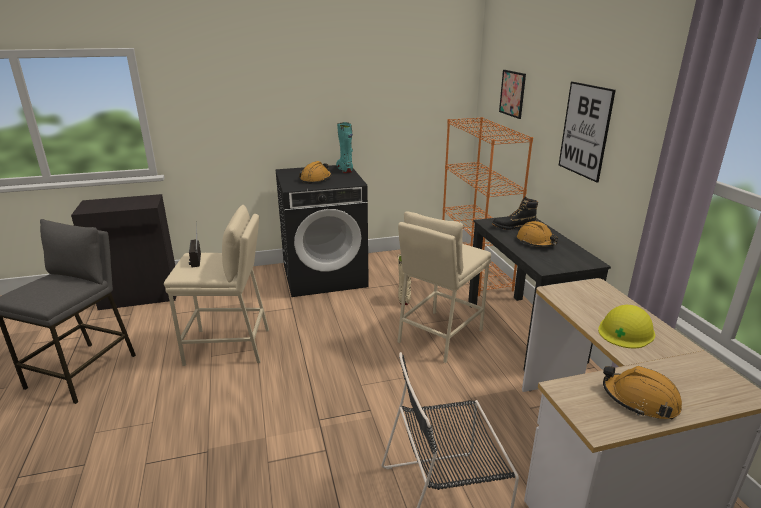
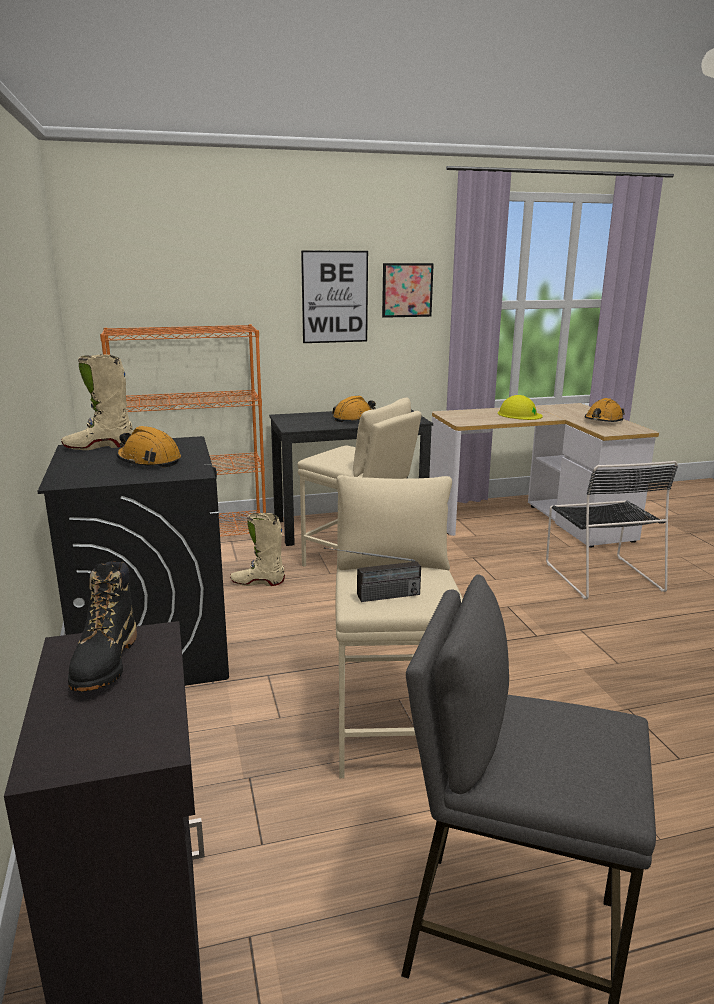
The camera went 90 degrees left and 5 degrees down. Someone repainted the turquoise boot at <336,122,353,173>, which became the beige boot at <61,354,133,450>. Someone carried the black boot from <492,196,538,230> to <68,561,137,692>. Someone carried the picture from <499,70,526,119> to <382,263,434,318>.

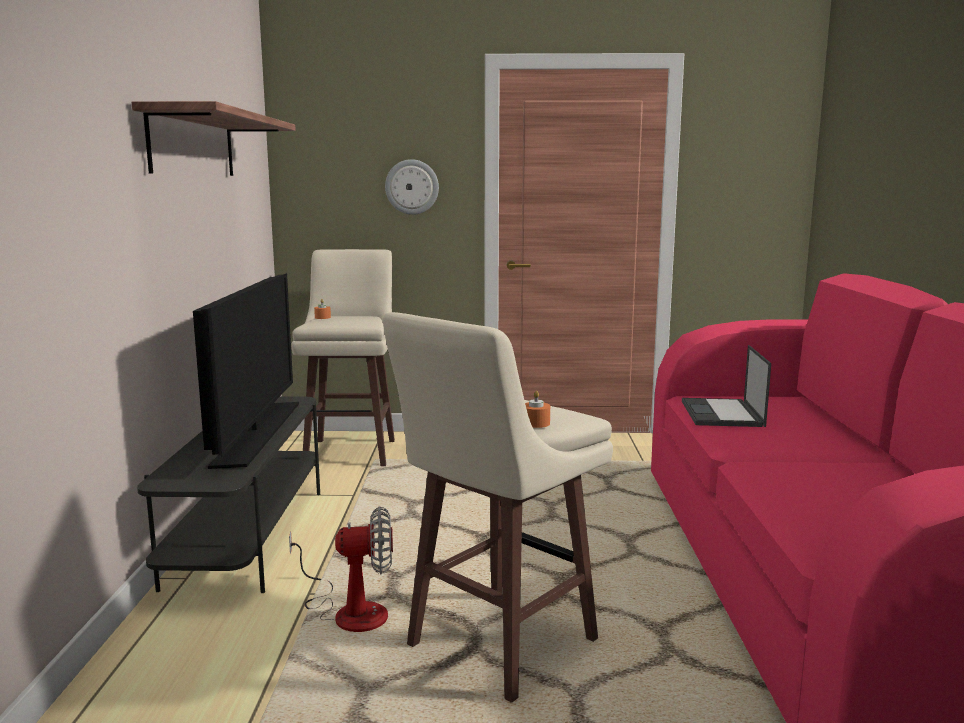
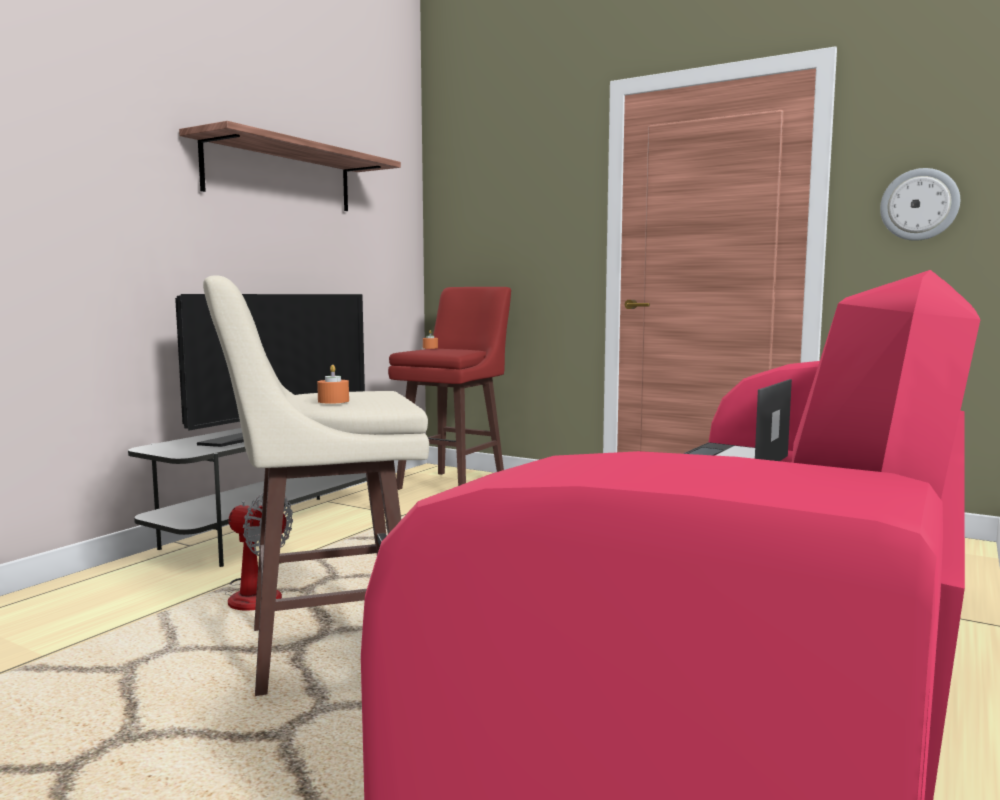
The camera went 30 degrees right and 5 degrees down. Someone repainted the beige stool at <291,249,395,466>, which became the red stool at <388,287,511,490>. Someone carried the wall clock from <385,159,439,215> to <880,168,960,241>.

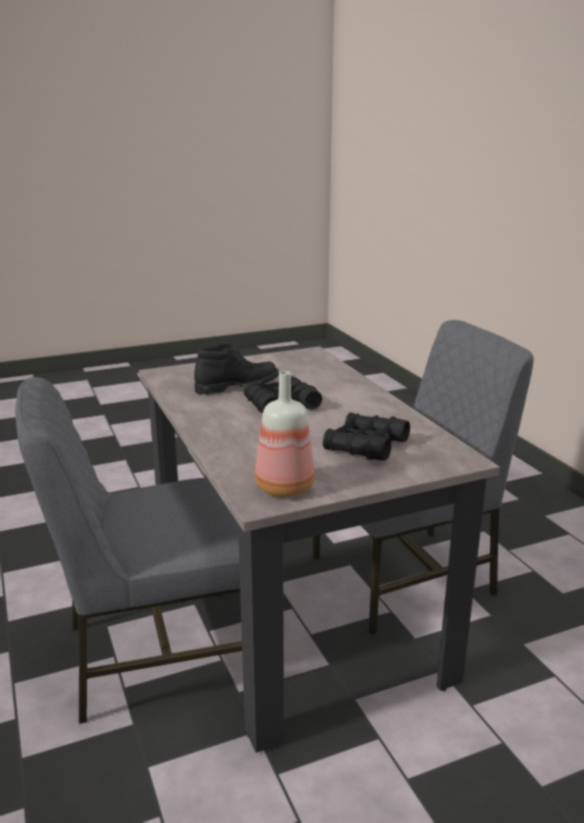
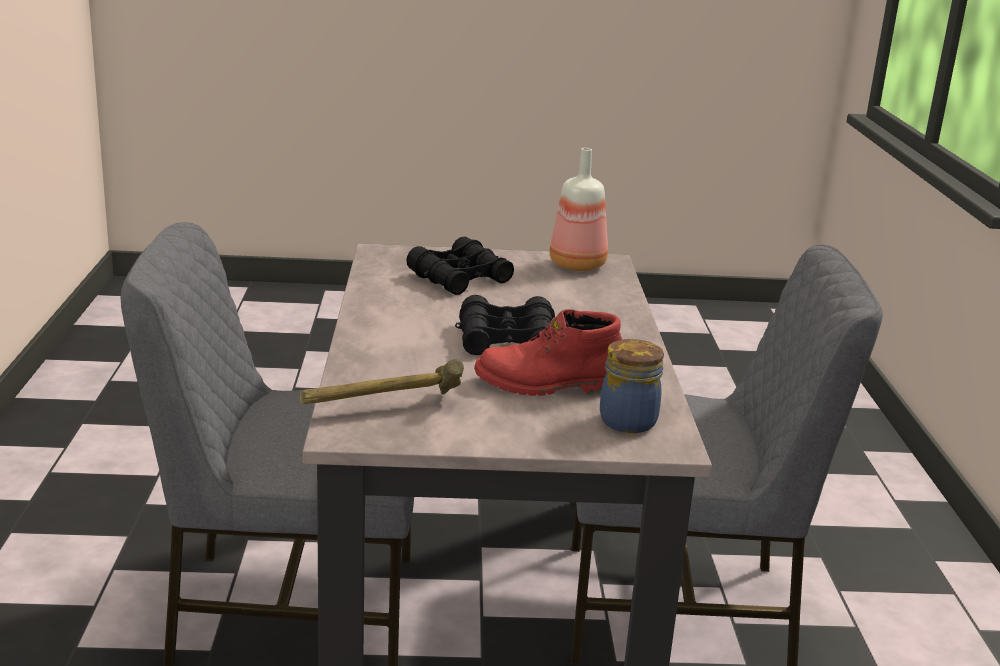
The camera went 160 degrees left and 0 degrees up. Someone put down the hammer at <300,359,464,405>. Someone repainted the black boot at <194,343,279,395>, which became the red boot at <474,309,622,396>. Someone put down the jar at <600,339,664,433>.

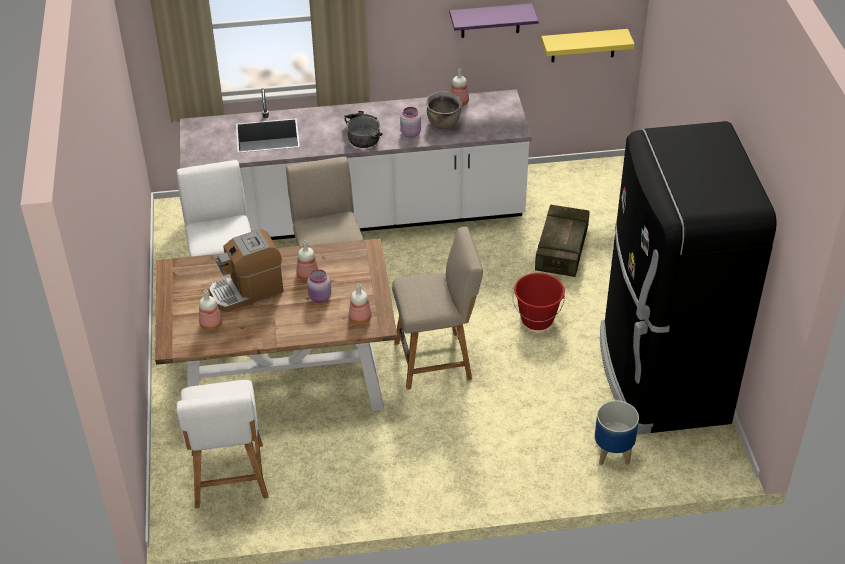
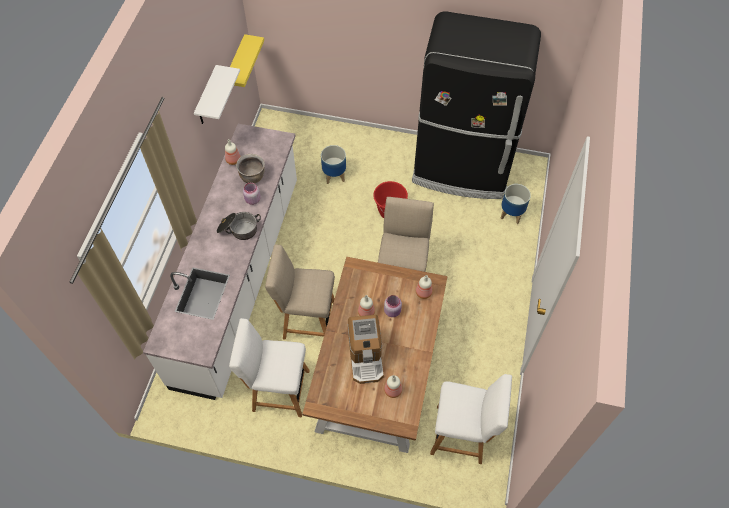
The camera went 70 degrees left and 15 degrees up. Someone repainted the purple shelf at <450,4,539,38>, which became the white shelf at <194,65,240,124>. Someone swapped the crate at <535,205,590,277> for the planter at <321,145,346,184>.

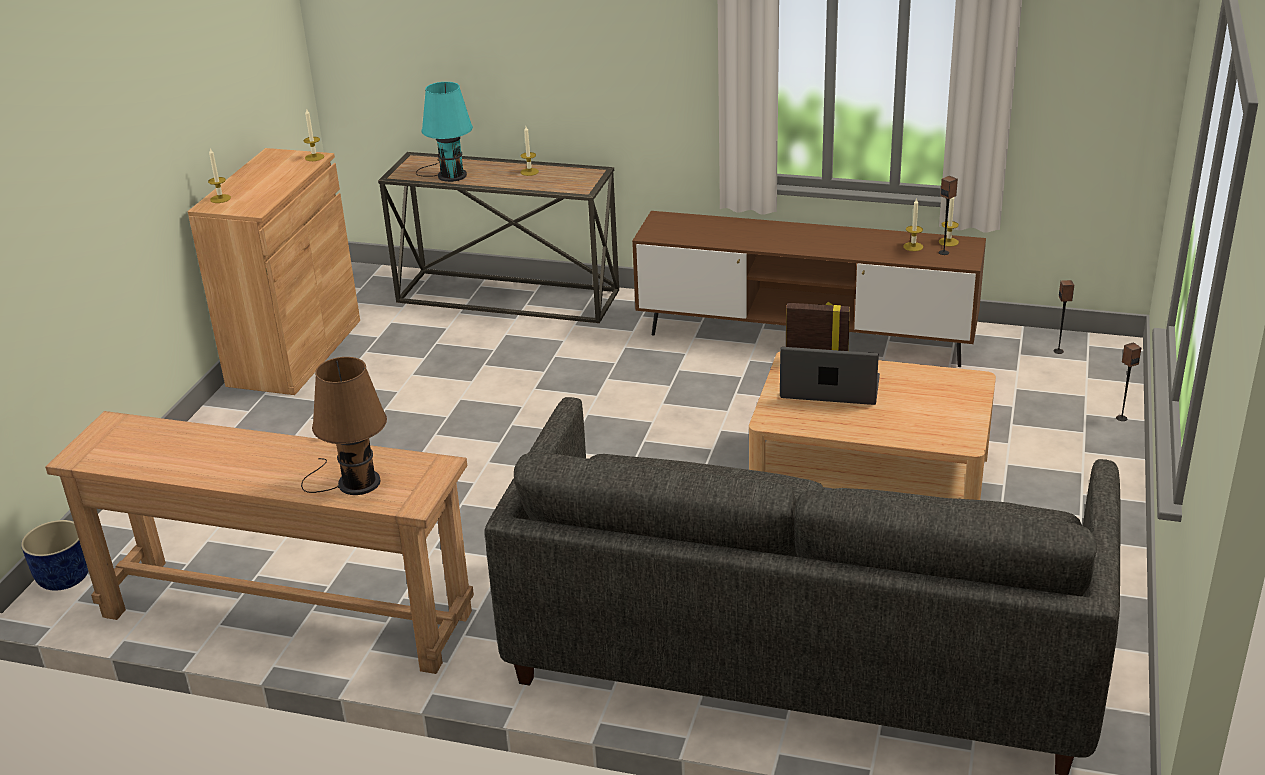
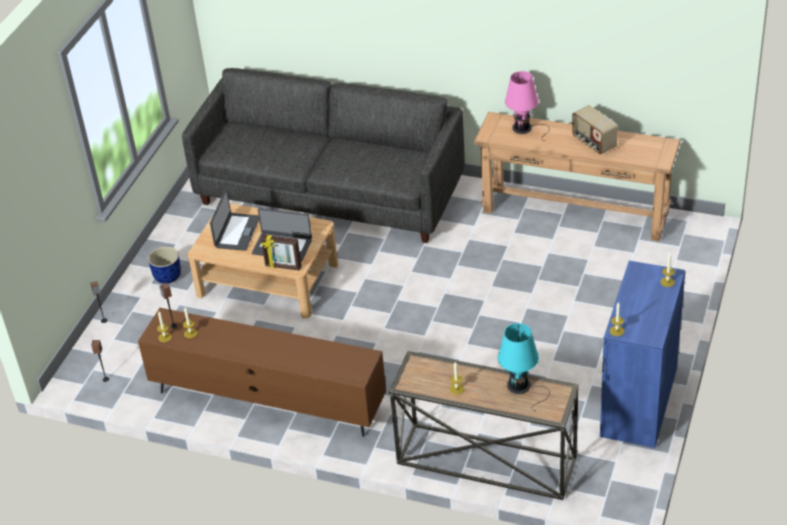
The camera went 175 degrees left and 10 degrees up. Someone carried the blue planter from <21,520,89,591> to <148,247,181,284>. Someone put down the laptop at <210,189,259,251>. Someone repainted the brown table lamp at <301,357,387,495>, which became the pink table lamp at <505,71,549,141>. Someone put down the radio at <572,105,618,154>. Someone repainted the brown cabinet at <188,148,360,395>, which became the blue cabinet at <600,261,685,448>.

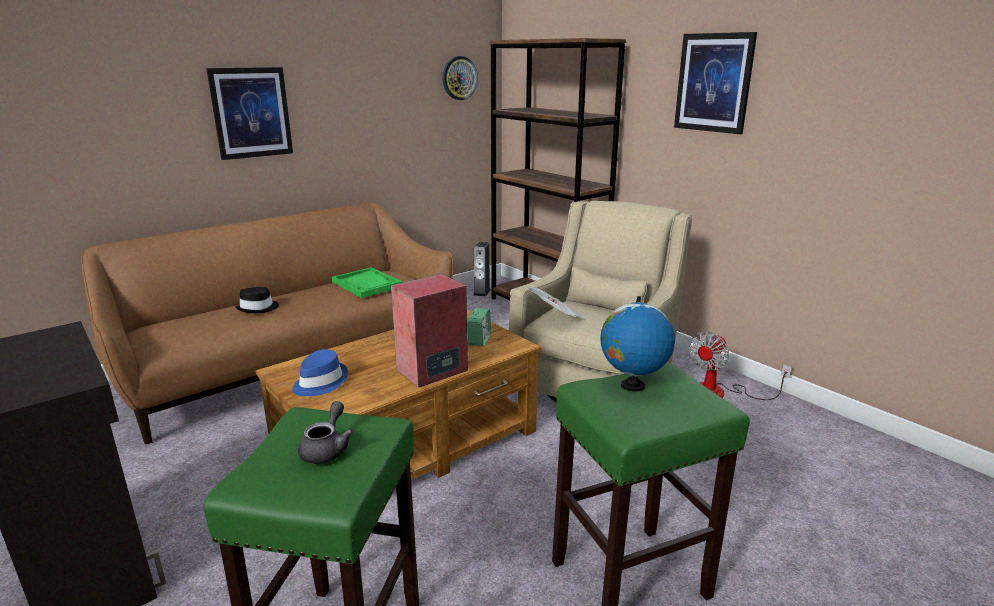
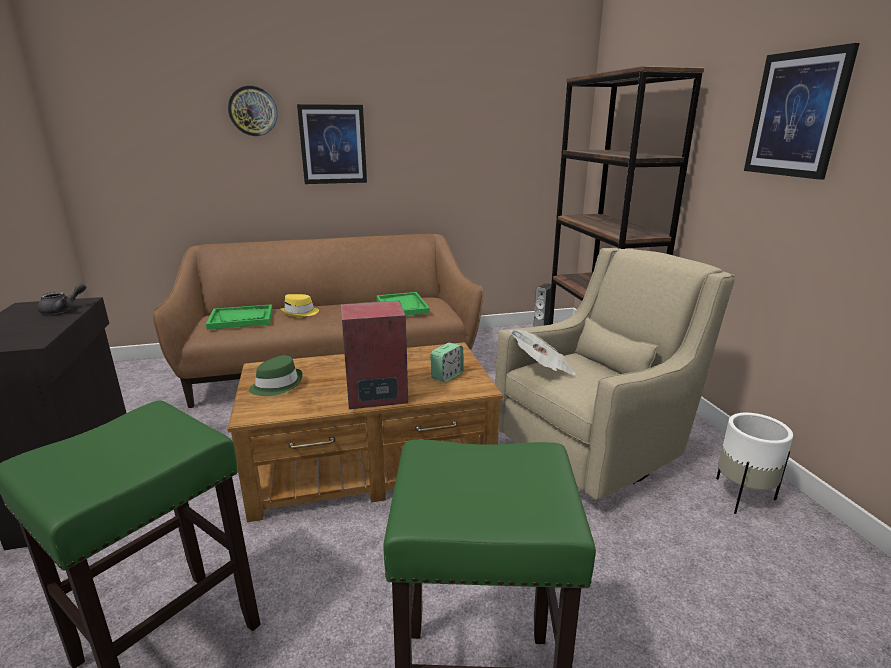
The camera went 25 degrees right and 0 degrees up. Someone carried the grey teapot from <298,401,354,464> to <38,283,86,314>. Someone put down the green tray at <206,304,273,330>. Someone carried the wall clock from <442,56,478,100> to <228,86,278,136>. Someone repainted the blue hat at <292,349,348,396>, which became the green hat at <249,355,303,396>. Someone repainted the black hat at <235,287,279,313>, which became the yellow hat at <281,294,319,317>. Someone swapped the fan at <689,332,792,400> for the white planter at <716,413,793,514>. Someone took away the globe at <600,296,675,392>.

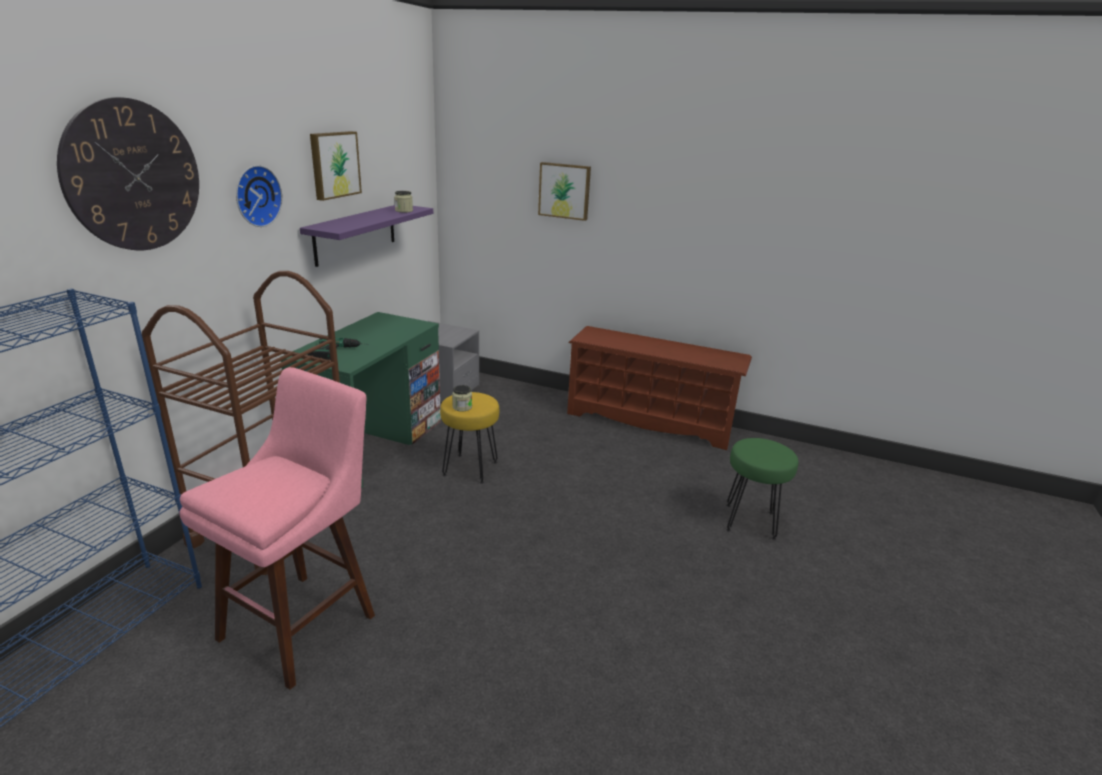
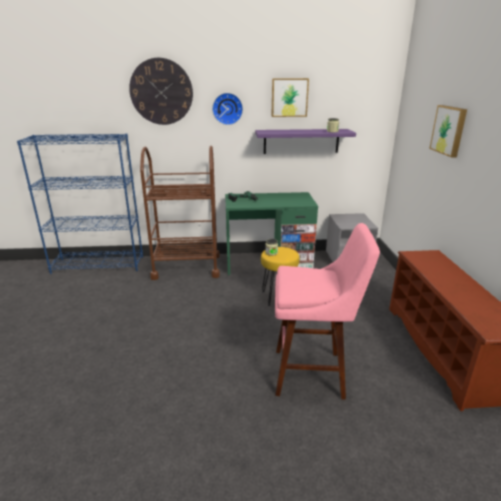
The camera went 65 degrees right and 0 degrees up. Someone carried the pink stool from <179,367,375,690> to <275,223,380,400>. Someone took away the green stool at <726,438,798,540>.

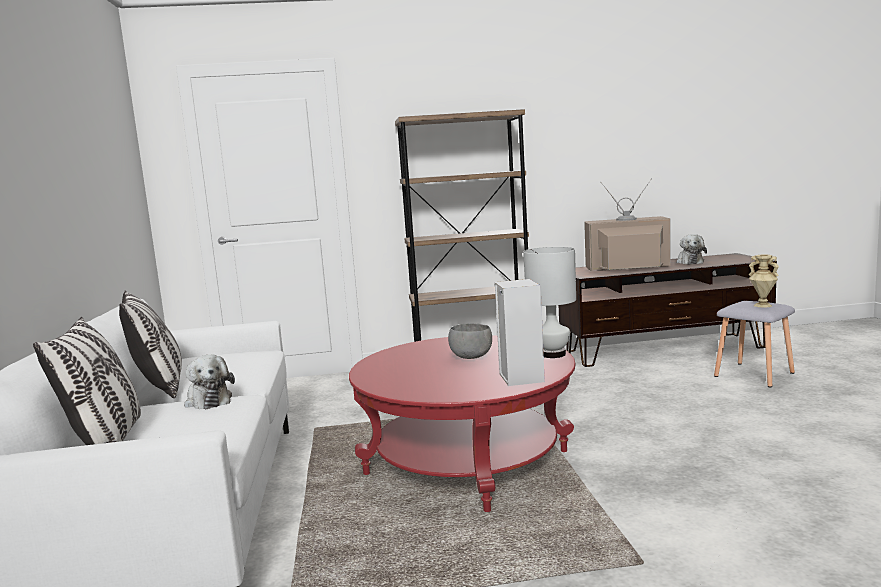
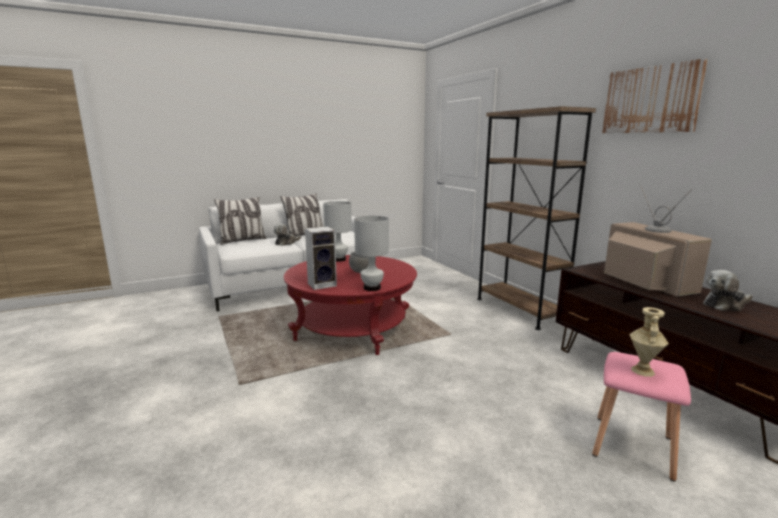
The camera went 70 degrees right and 5 degrees up. Someone put down the white table lamp at <323,201,352,262>. Someone repainted the grey stool at <714,301,795,387>, which became the pink stool at <592,352,691,482>. Someone put up the picture at <602,58,708,133>.

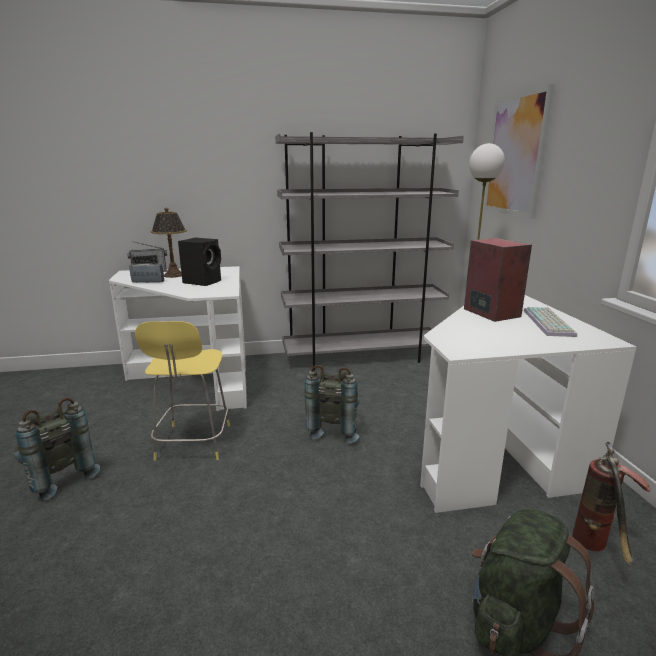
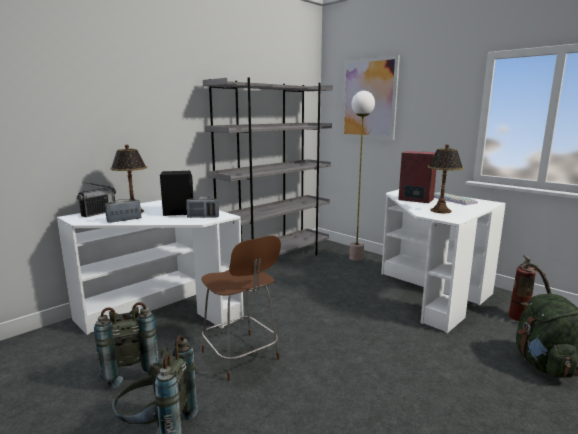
The camera went 35 degrees left and 5 degrees down. Someone carried the grey backpack from <304,365,360,444> to <94,302,159,390>. Someone put down the radio at <186,197,219,218>. Someone repainted the yellow stool at <135,321,230,461>, which became the brown stool at <201,236,281,381>. Someone put down the table lamp at <427,144,464,213>.

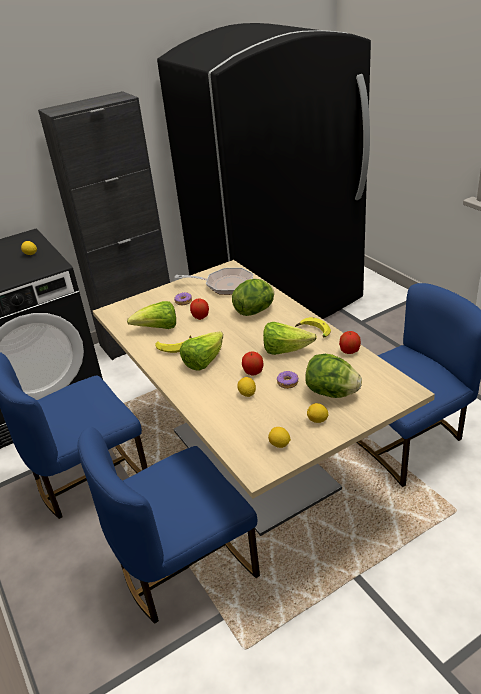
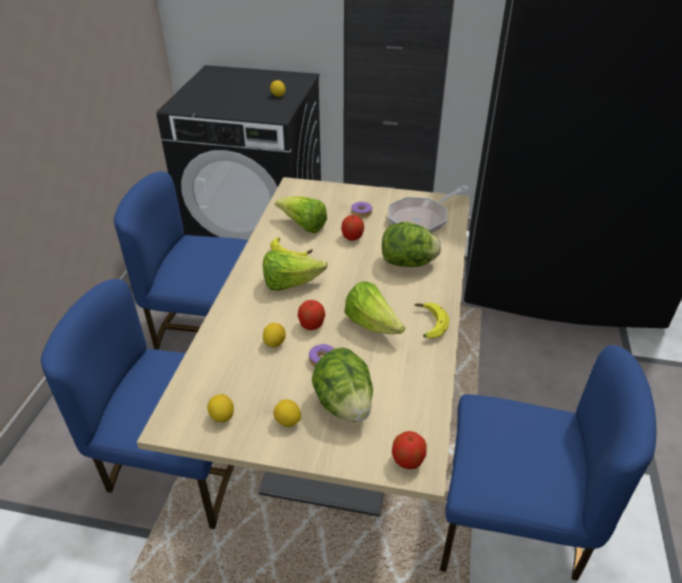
The camera went 40 degrees right and 5 degrees up. Someone rotated the frying pan at <175,268,253,295> by 90 degrees clockwise. Someone carried the apple from <339,331,361,354> to <392,431,427,469>.

